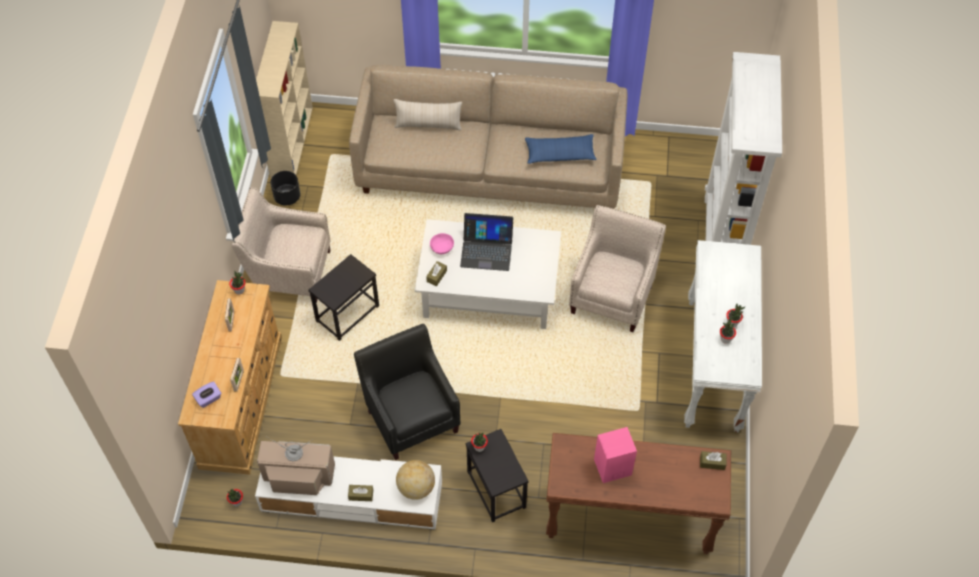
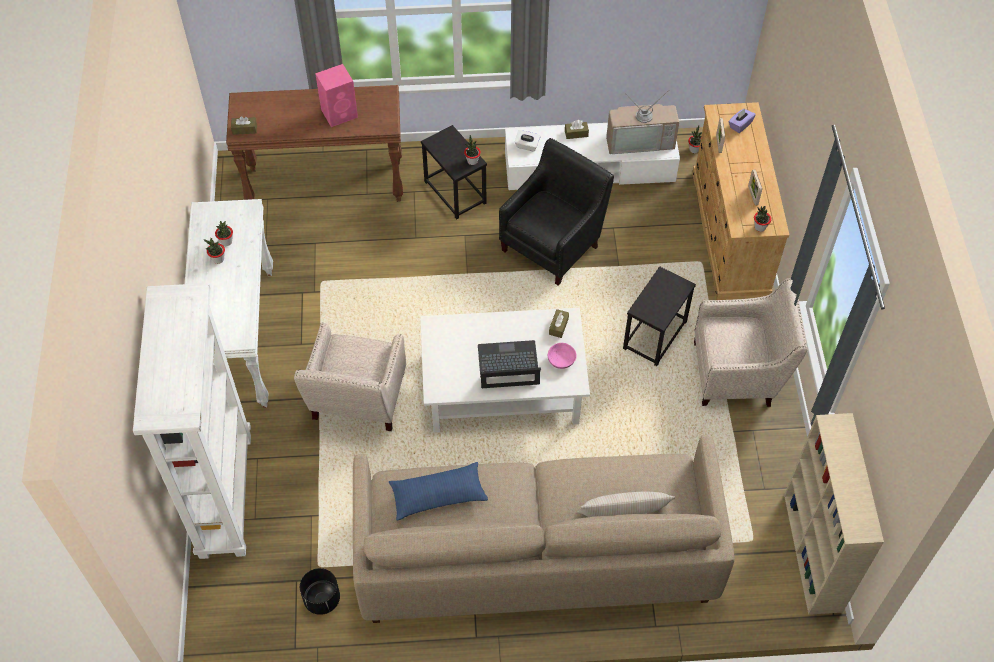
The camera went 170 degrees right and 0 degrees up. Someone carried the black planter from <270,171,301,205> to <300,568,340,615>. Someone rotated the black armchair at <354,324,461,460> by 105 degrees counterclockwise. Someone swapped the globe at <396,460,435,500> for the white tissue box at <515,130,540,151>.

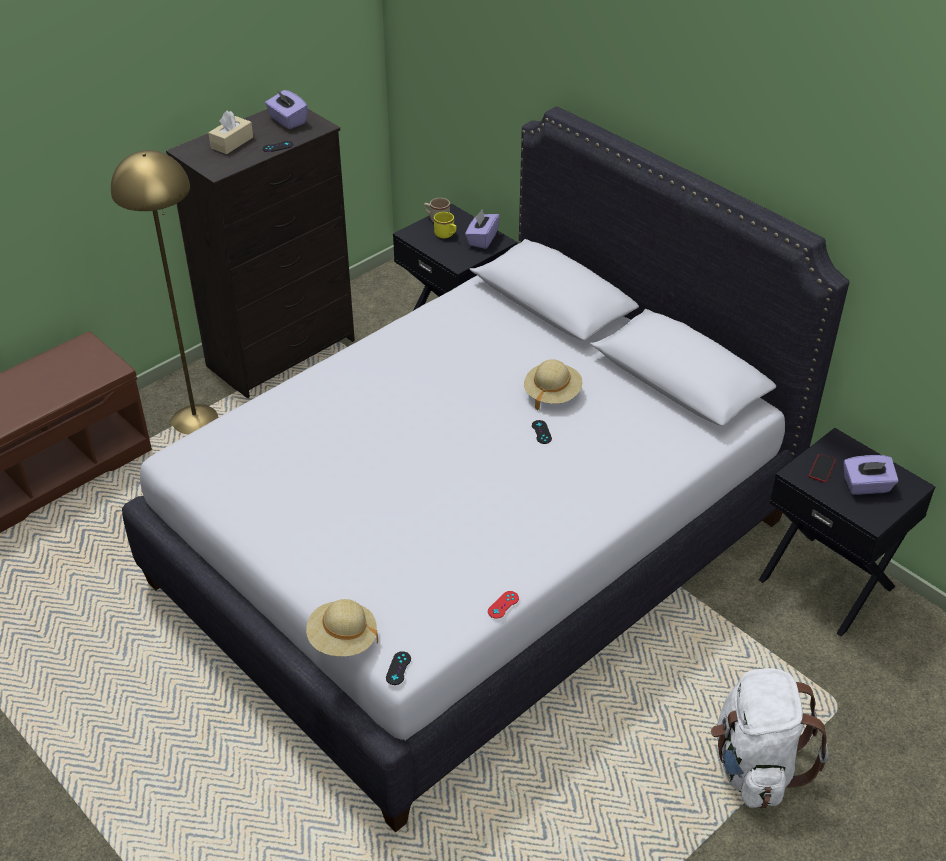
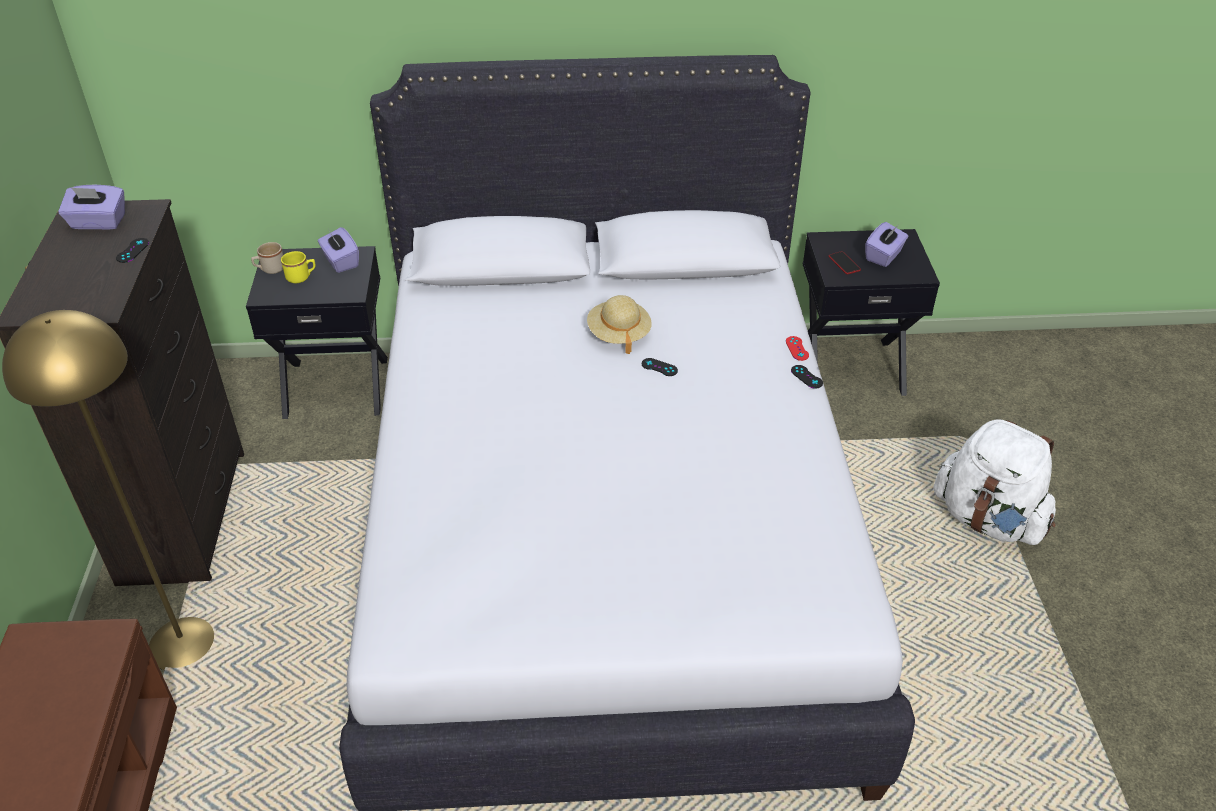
The camera went 50 degrees left and 0 degrees up. Someone carried the red game controller from <488,591,519,619> to <786,336,809,361>. Someone carried the black game controller from <386,651,411,685> to <791,365,823,388>. Someone took away the beige tissue box at <208,111,253,154>. Someone took away the beige hat at <306,599,378,656>.

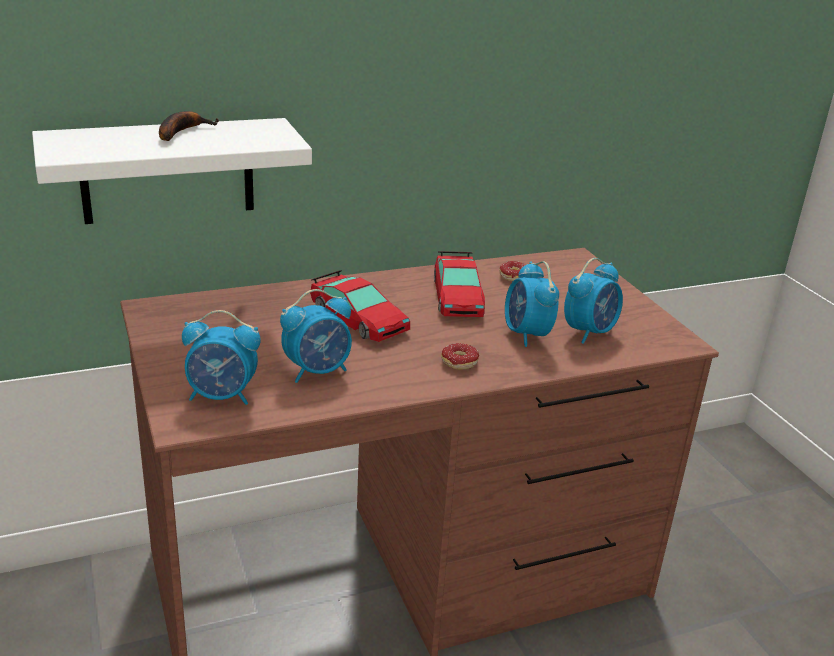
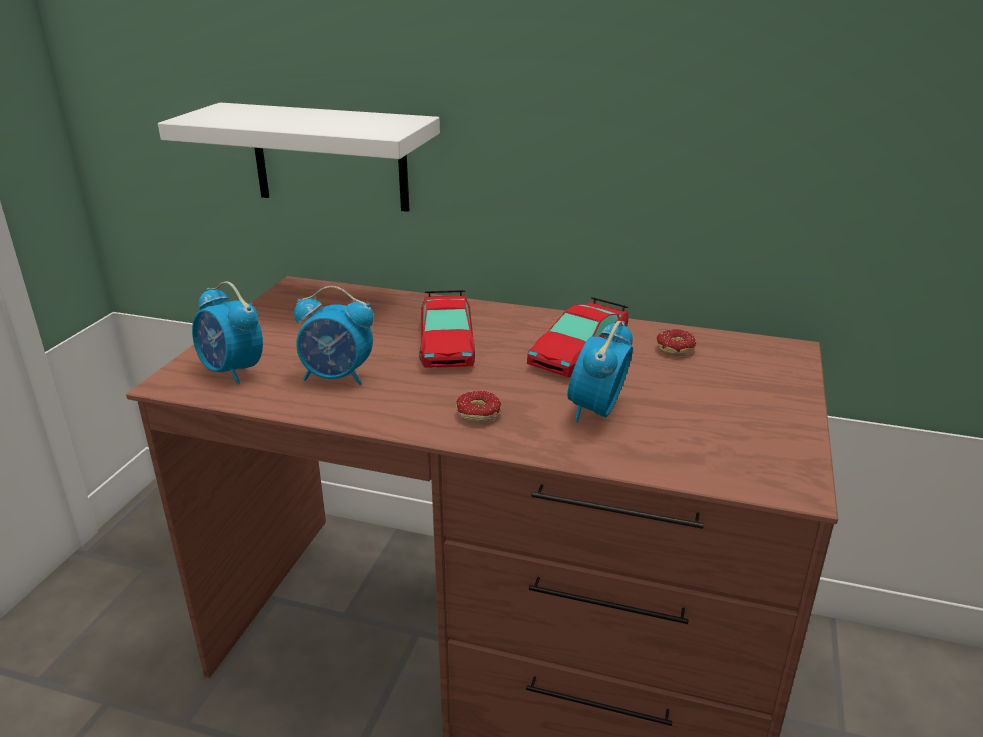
The camera went 40 degrees right and 0 degrees up. Someone took away the banana at <159,111,219,141>. Someone took away the alarm clock at <564,258,623,344>.

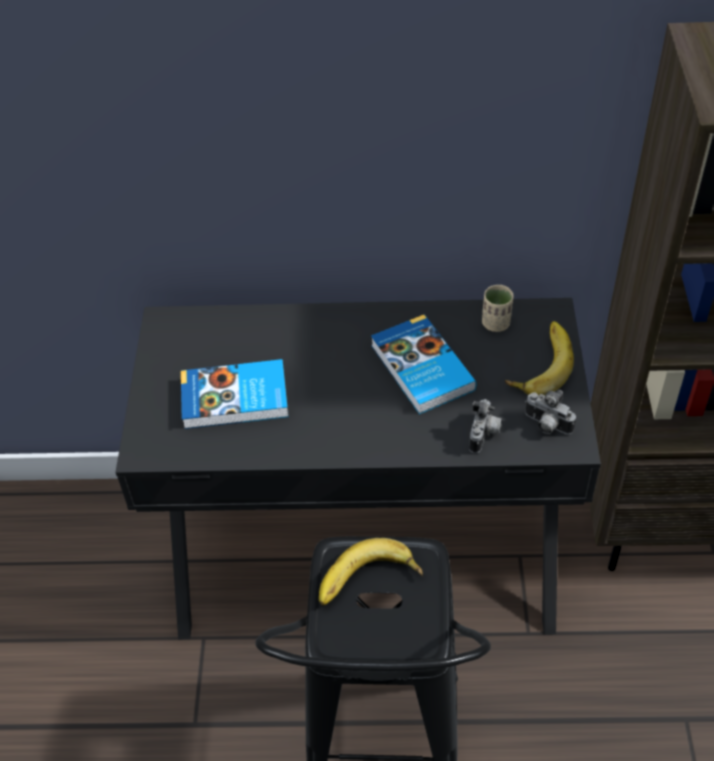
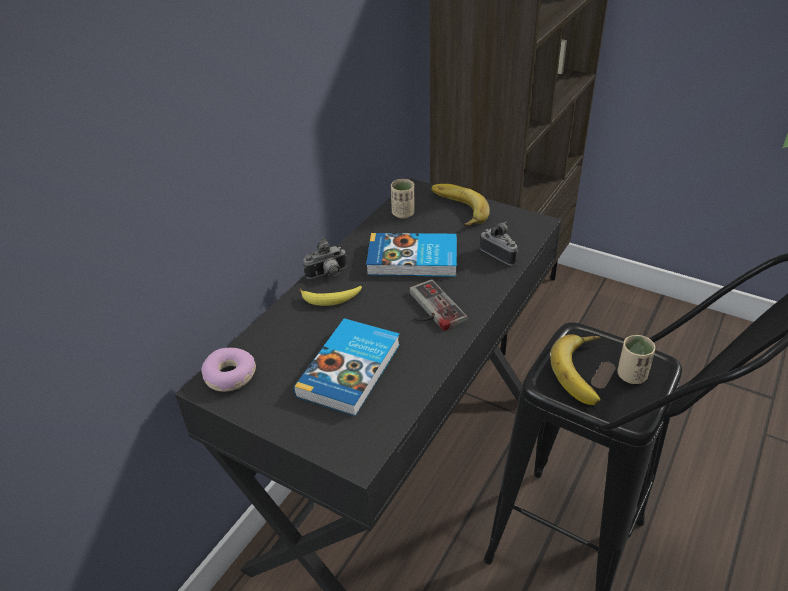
The camera went 60 degrees left and 10 degrees down. Someone put down the donut at <201,348,256,392>. Someone put down the banana at <299,286,362,306>. Someone carried the photo camera from <525,390,576,434> to <303,238,347,279>. Someone put down the game controller at <409,279,467,331>. Someone put down the beige cup at <618,335,655,384>.

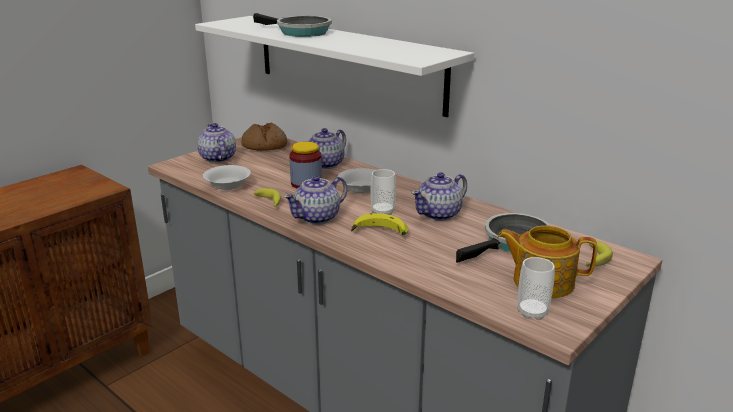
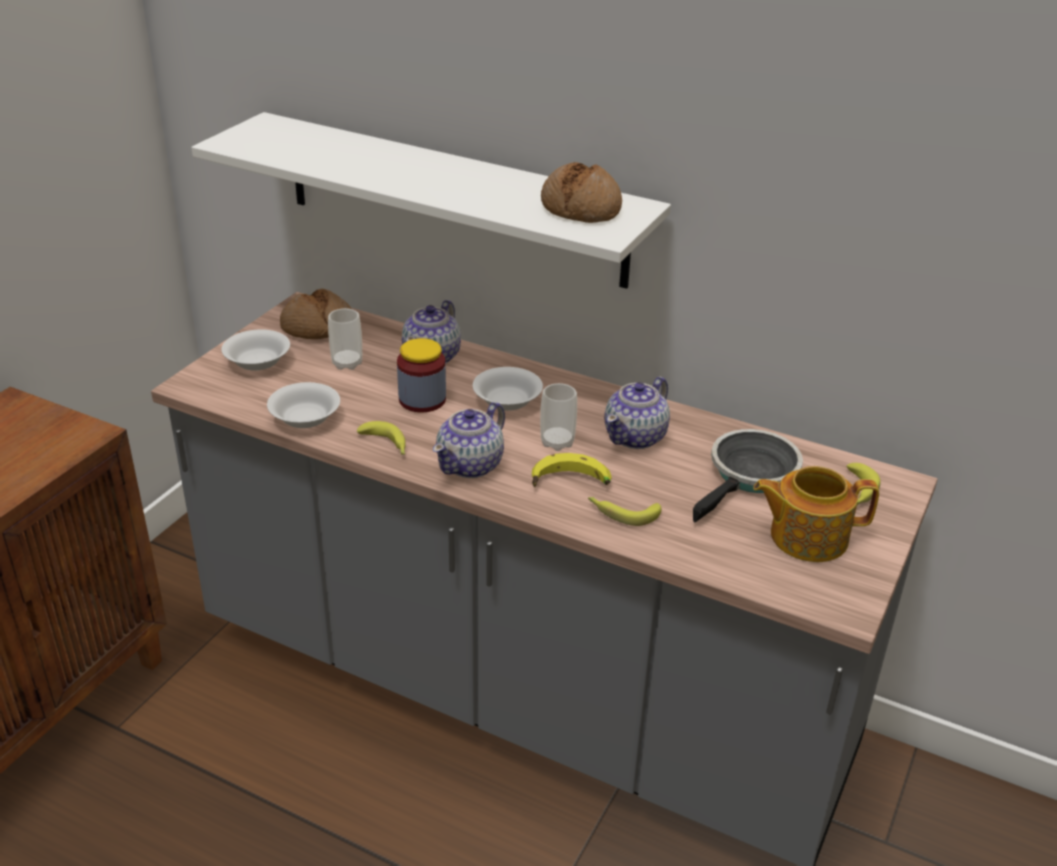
The camera went 15 degrees left and 10 degrees up. Someone swapped the teapot at <197,123,236,163> for the white bowl at <221,329,290,370>. Someone carried the cup from <517,257,555,320> to <328,308,362,370>. Someone put down the bread at <541,162,622,223>. Someone put down the banana at <588,497,661,526>. Someone took away the frying pan at <253,13,331,37>.

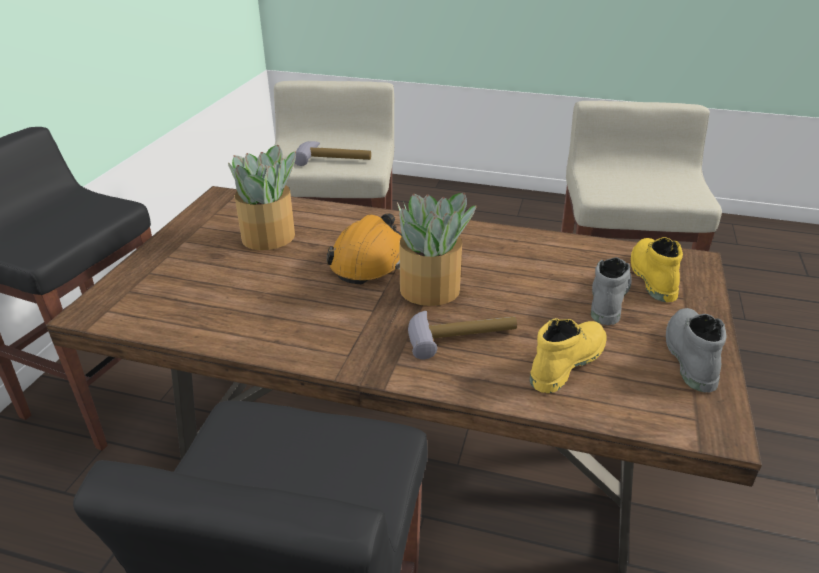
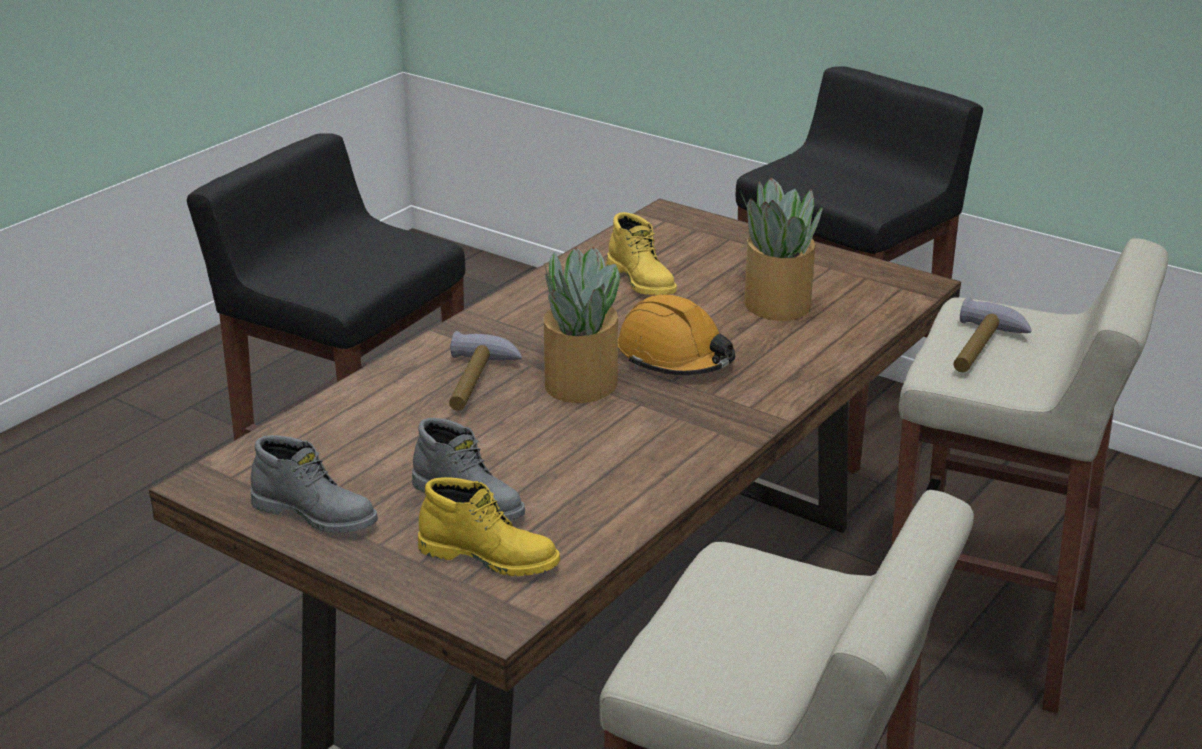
The camera went 110 degrees right and 5 degrees down. Someone carried the yellow boot from <530,318,607,393> to <607,212,677,295>.

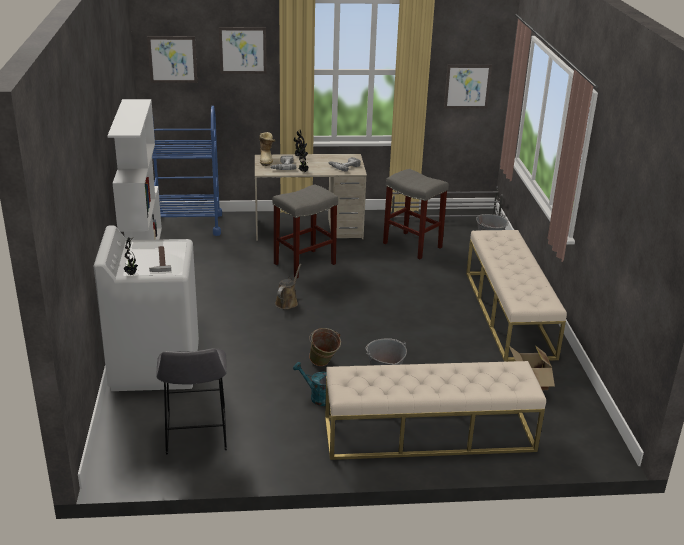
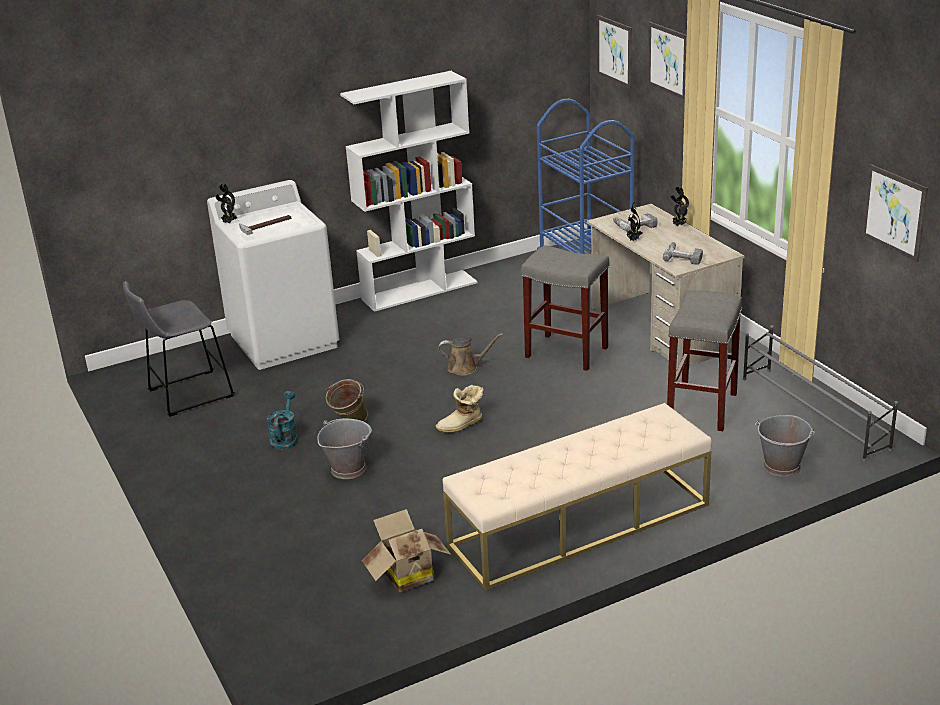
The camera went 70 degrees right and 0 degrees up. Someone carried the boot from <259,132,276,166> to <435,385,484,434>. Someone took away the beige bench at <325,361,546,460>.

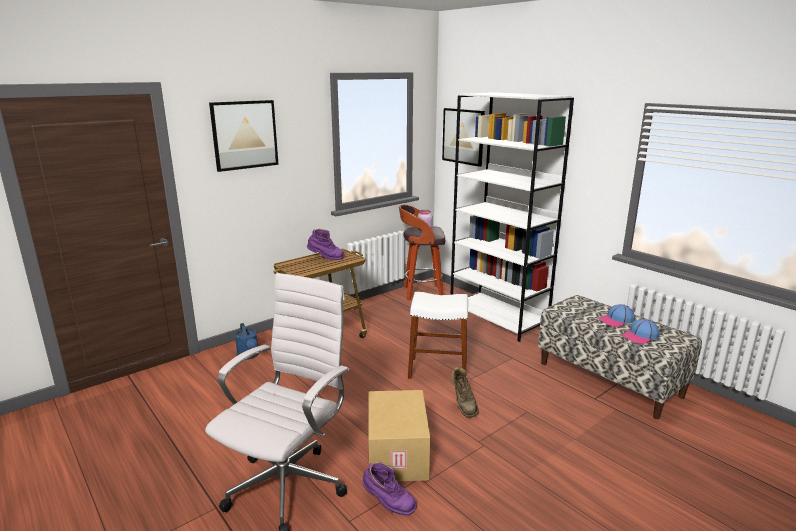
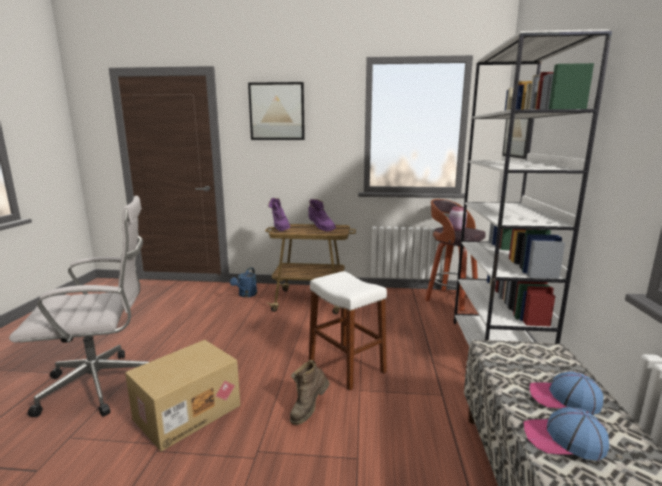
The camera went 45 degrees right and 5 degrees down. Someone carried the purple boot from <362,462,417,515> to <268,198,290,231>.

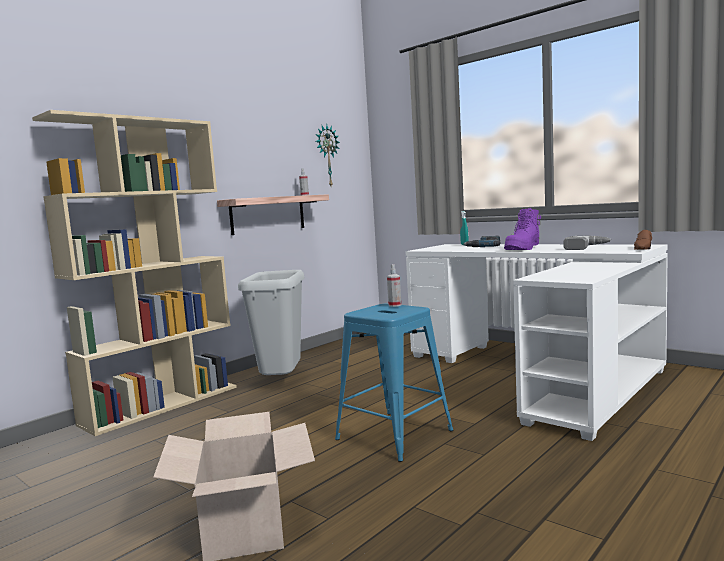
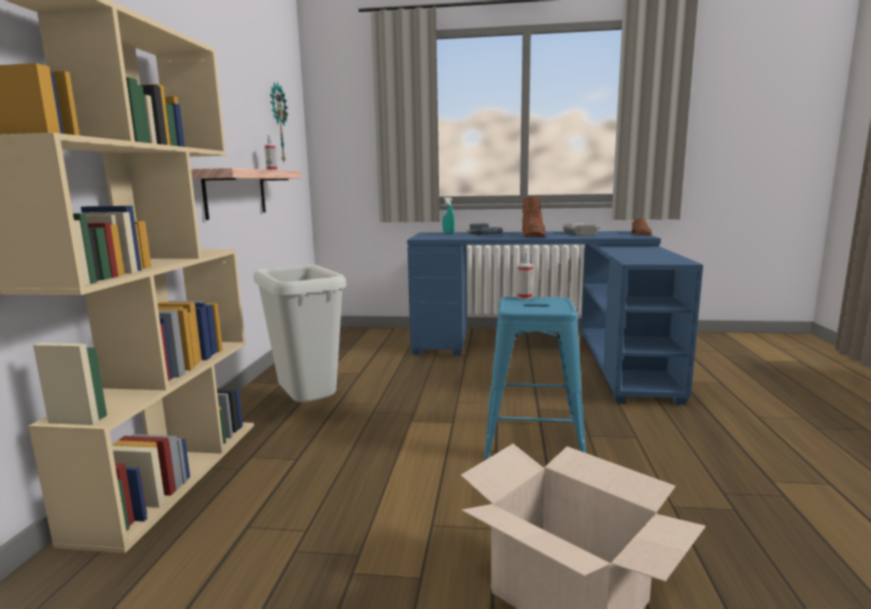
The camera went 35 degrees left and 5 degrees up. Someone repainted the white desk at <405,244,668,441>, which became the blue desk at <407,231,703,405>. Someone repainted the purple boot at <504,208,541,250>, which became the brown boot at <522,196,546,237>.

